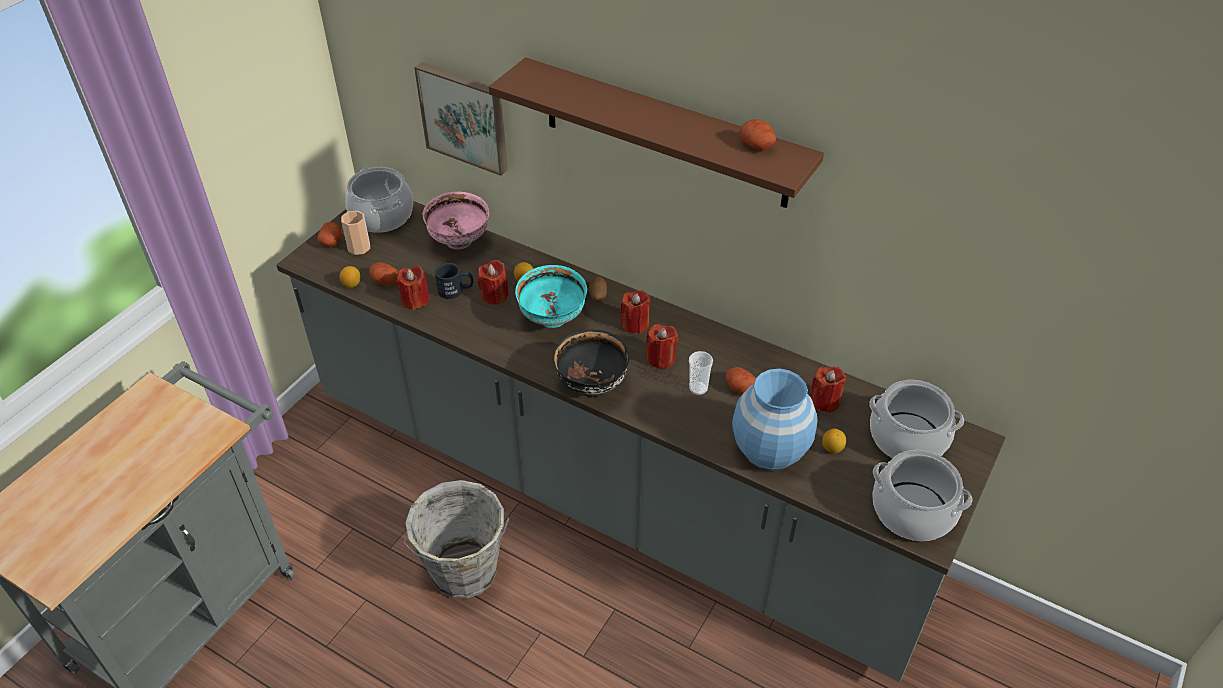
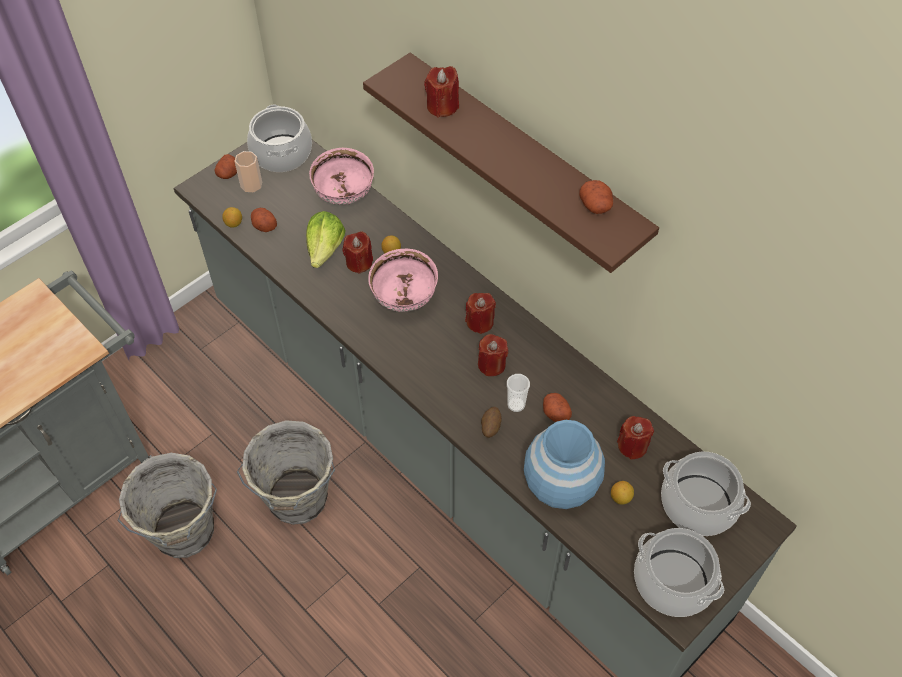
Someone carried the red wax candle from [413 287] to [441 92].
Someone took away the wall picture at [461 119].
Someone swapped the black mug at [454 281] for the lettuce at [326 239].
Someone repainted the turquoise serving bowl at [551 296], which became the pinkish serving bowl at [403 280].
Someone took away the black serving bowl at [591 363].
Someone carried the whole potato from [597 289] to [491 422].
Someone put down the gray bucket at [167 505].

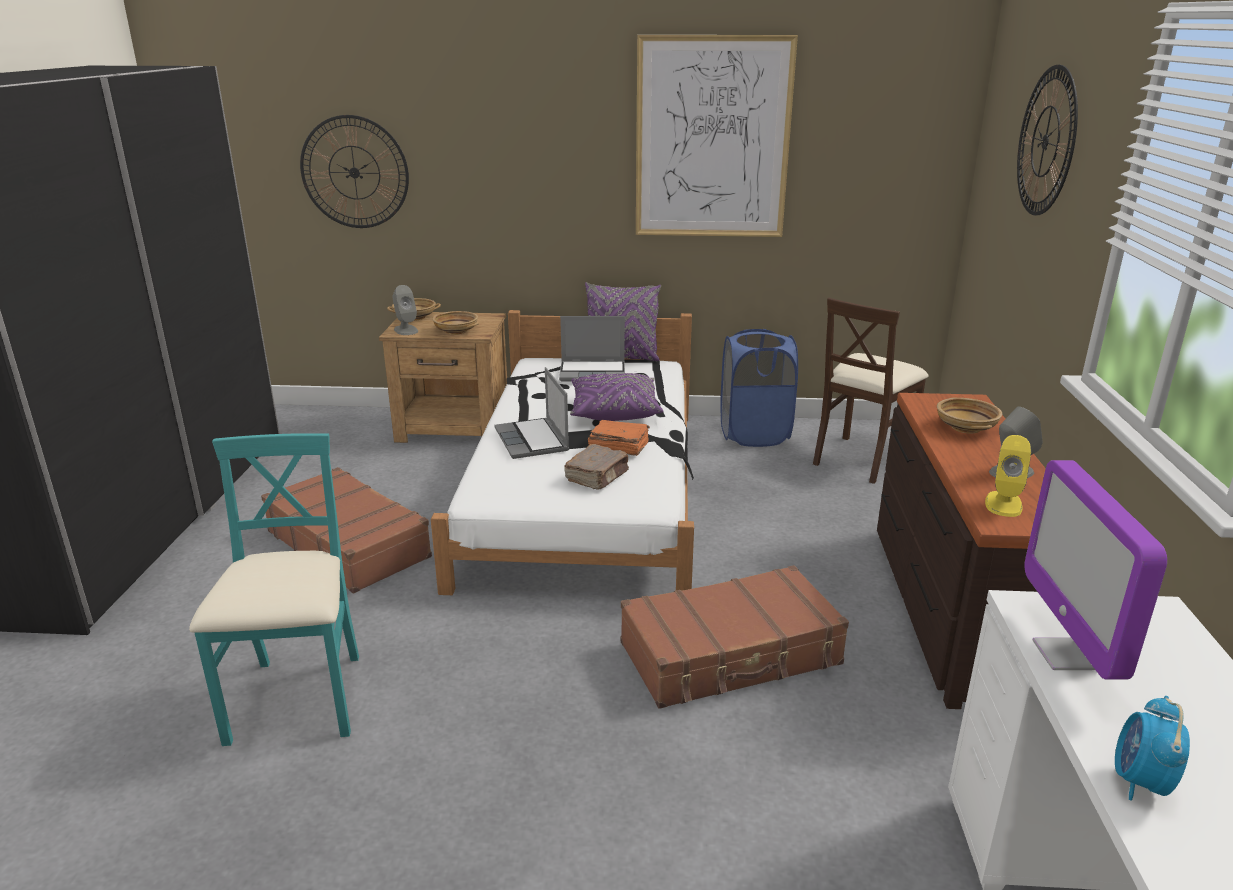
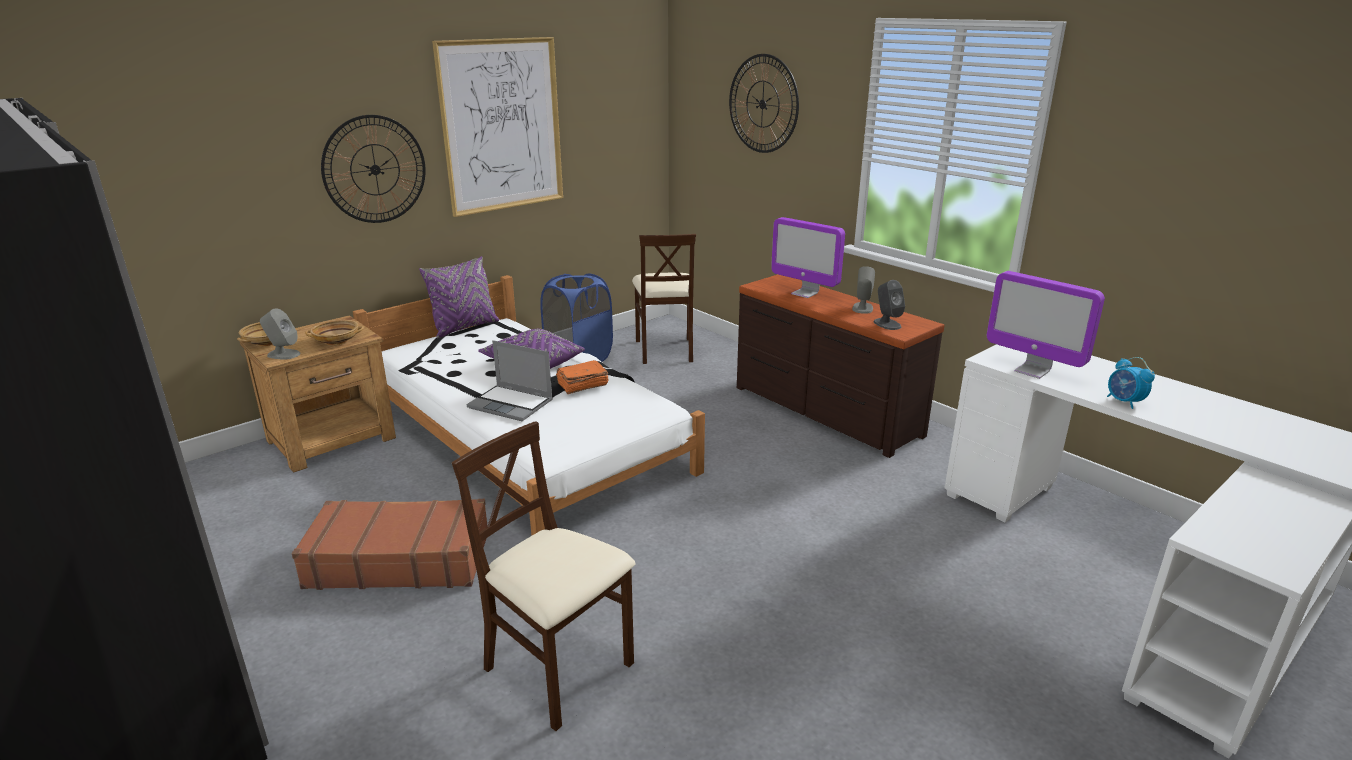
Someone repainted the turquoise chair at [274 589], which became the sand-coloured chair at [544 576].
Someone carried the clock on the wall from [354 171] to [373 169].
Someone took away the laptop at [592 349].
Someone took away the brown volume at [596 466].
Someone took away the brown travel case at [734 637].
Someone swapped the sand-coloured serving bowl at [969 415] for the computer display at [808 257].
Someone repainted the yellow loudspeaker at [1008 476], which became the gray loudspeaker at [889 305].

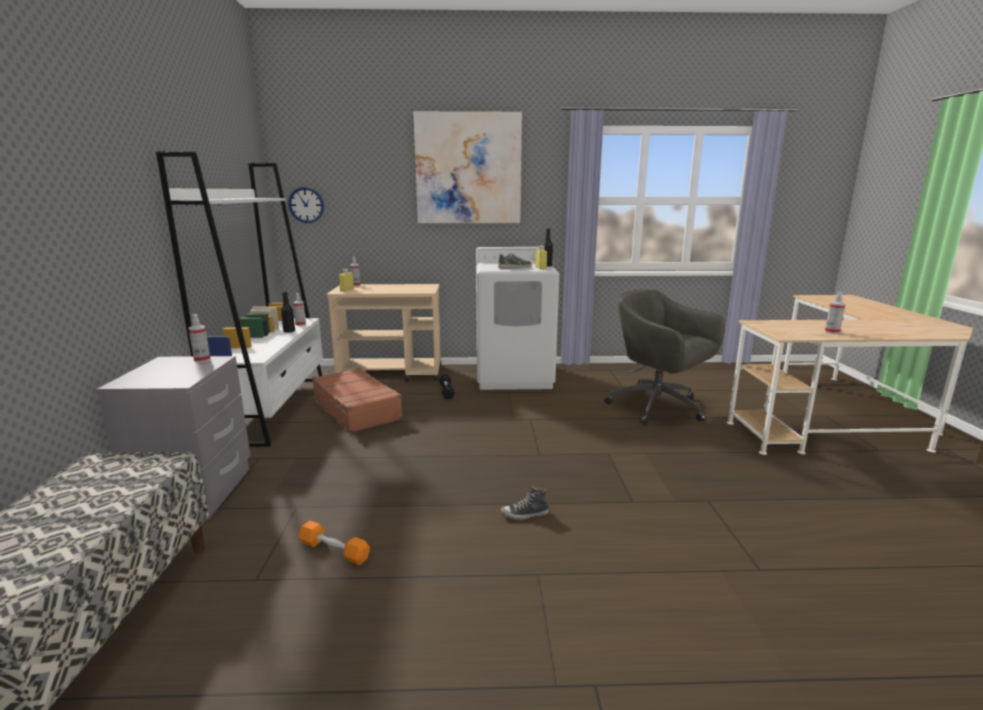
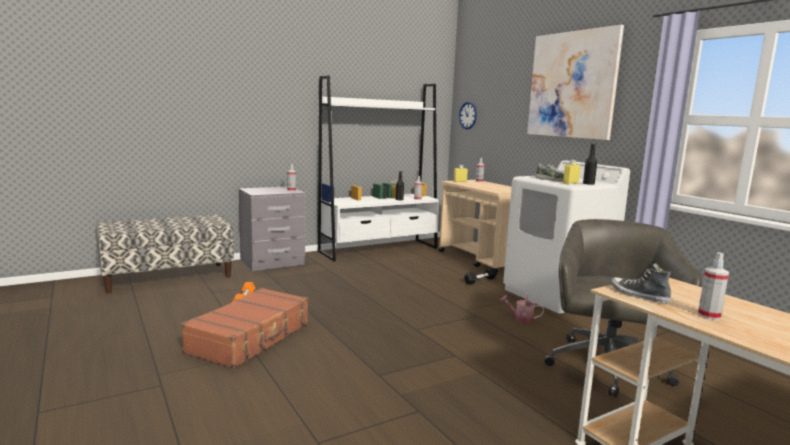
Someone carried the brown travel case from [357 400] to [244 328].
Someone carried the shoe from [525 503] to [640 283].
Someone put down the sprinkling can at [522 307].

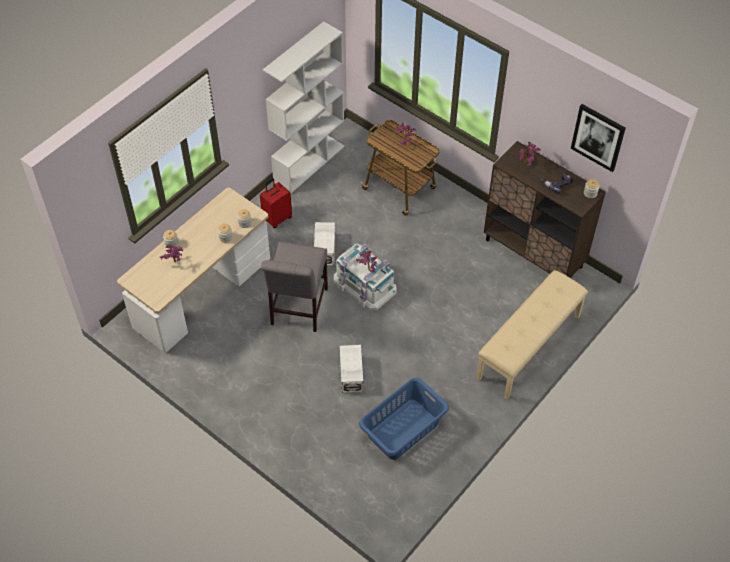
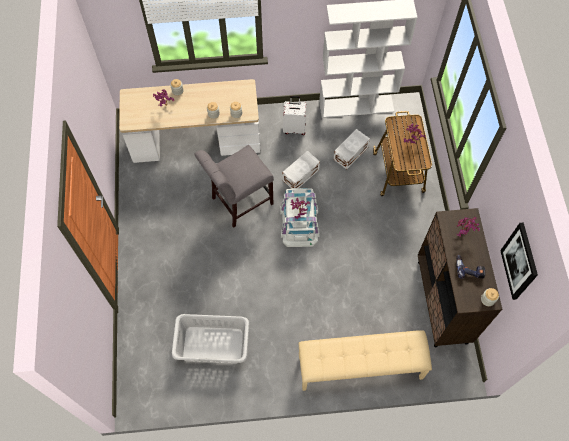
Someone repainted the red travel case at [276 203], which became the white-coloured travel case at [294 115].
Someone carried the white-coloured storage container from [351 369] to [352 149].
Someone repainted the bluish hamper at [404 418], which became the gray hamper at [210 339].

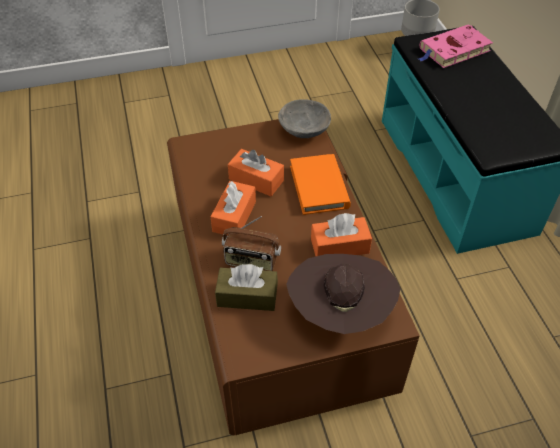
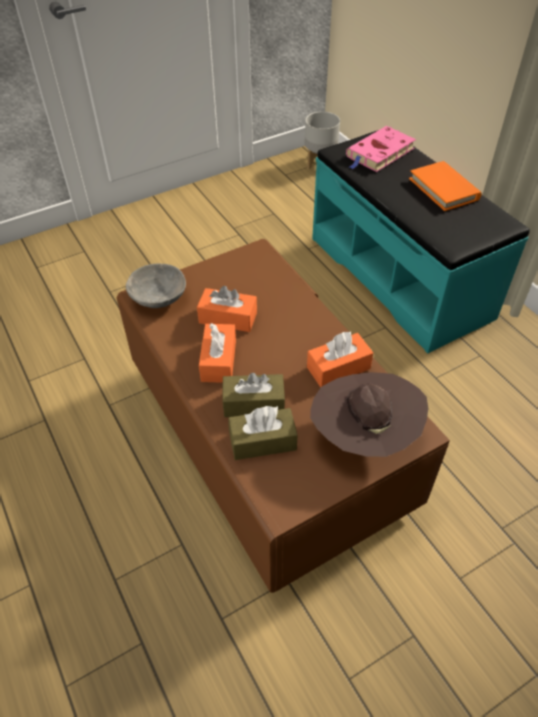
Someone swapped the radio at [251 243] for the brown box of tissues at [253 395].
Someone carried the gray serving bowl from [304 118] to [156 285].
Someone carried the orange volume from [320 184] to [445 186].

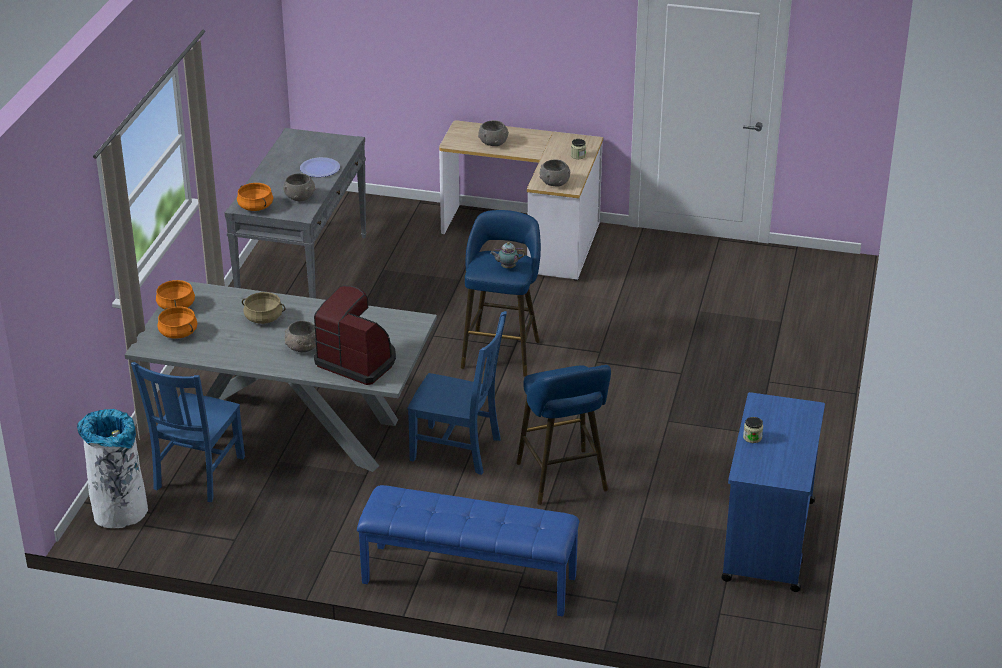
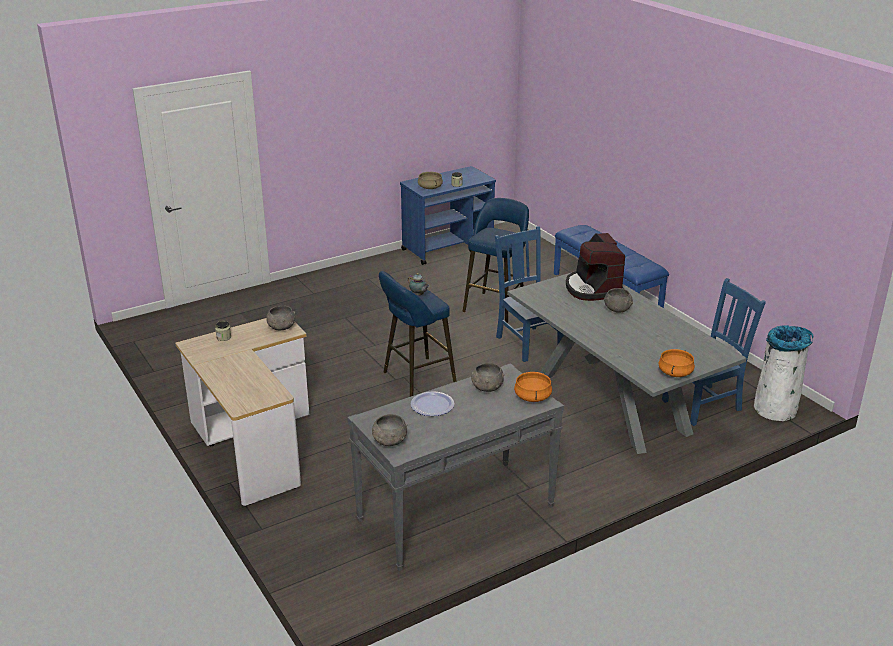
Someone took away the orange stockpot at [177 323].
Someone carried the sand-coloured stockpot from [264 308] to [430 180].
Someone carried the gray serving bowl from [493 133] to [390 430].

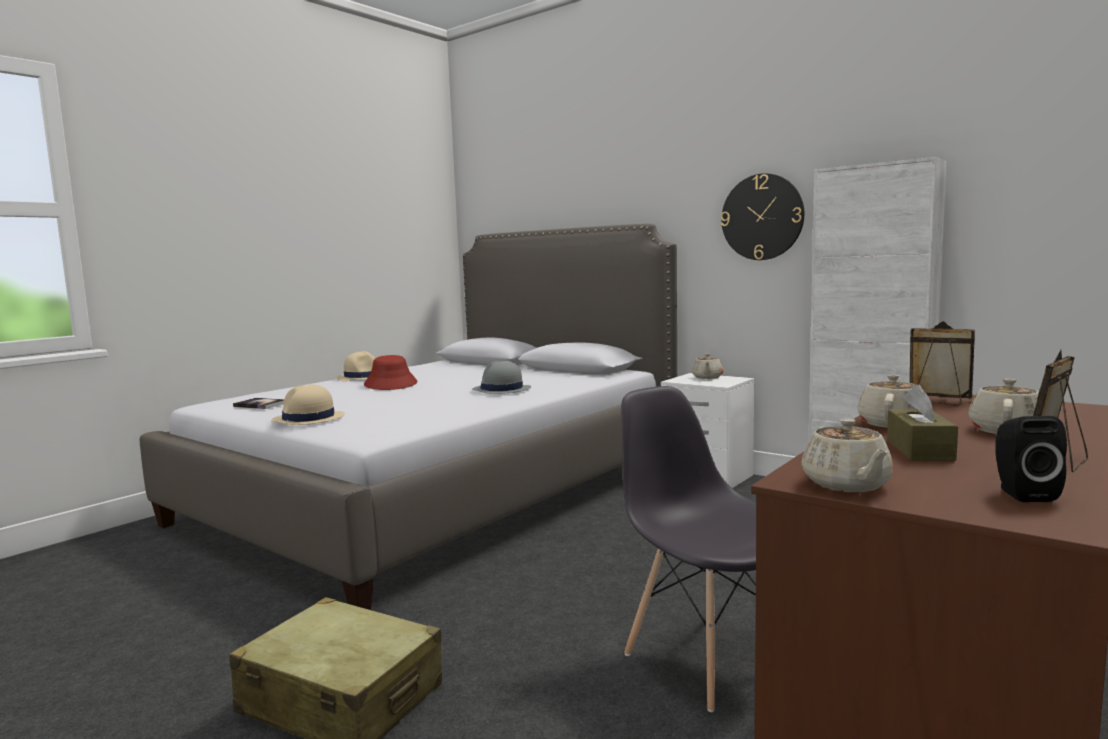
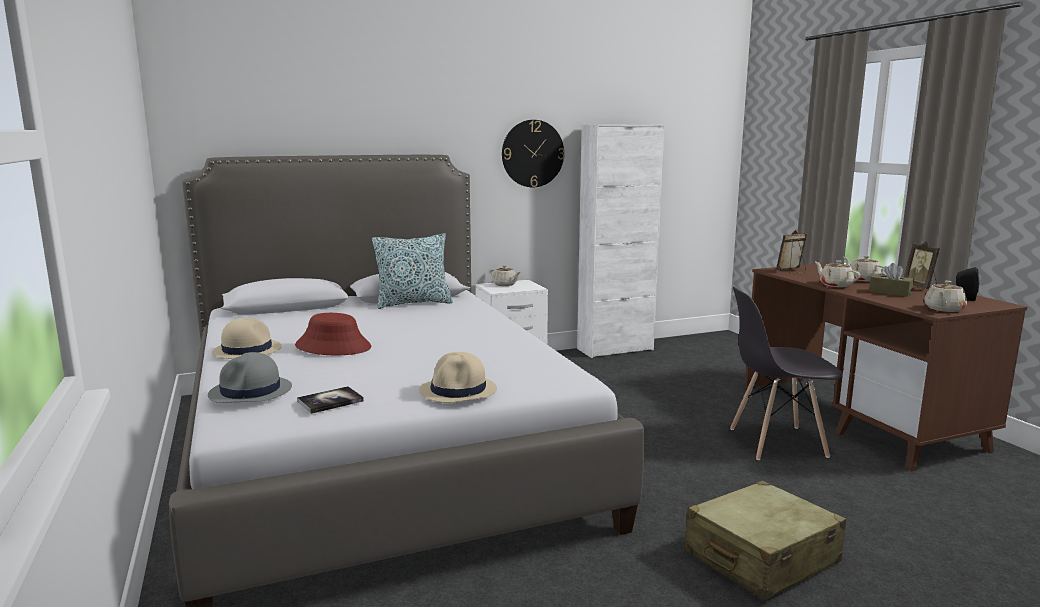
Someone carried the gray clothing hat from [501 377] to [250 377].
Someone rotated the sand-coloured pot for tea at [847 455] by 105 degrees clockwise.
Someone put down the cushion at [412 271].

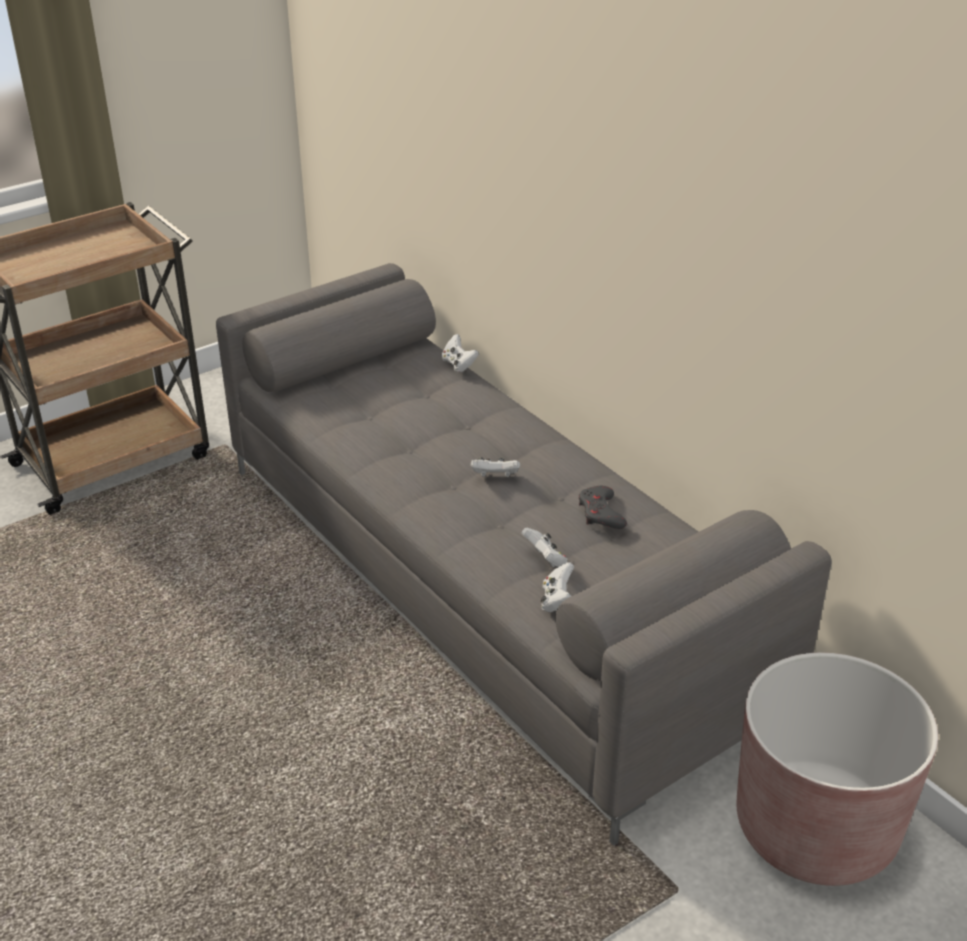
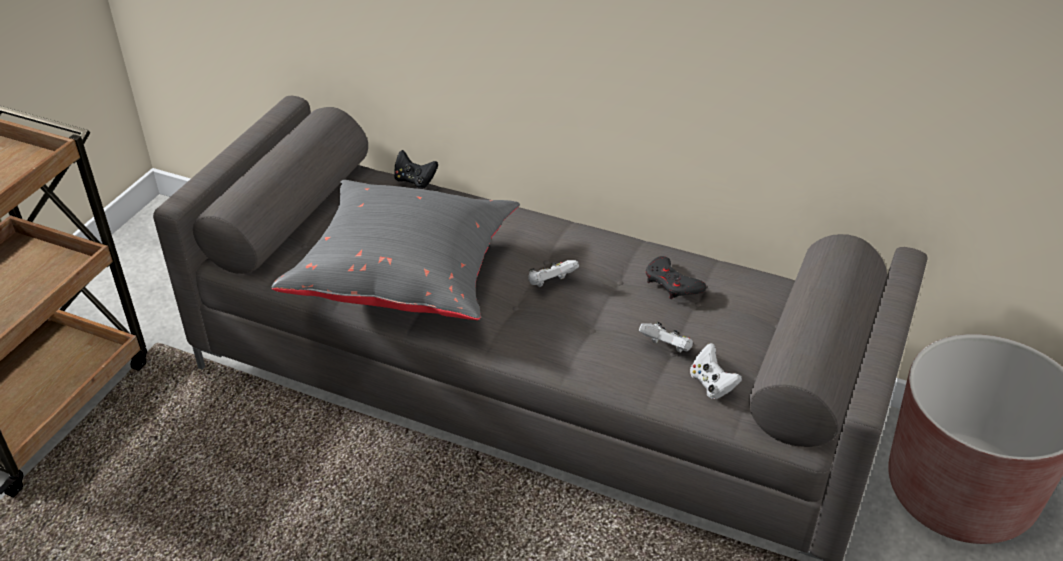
Someone repainted the white-coloured game controller at [460 353], which became the black game controller at [416 169].
Someone put down the gray cushion at [395 250].

